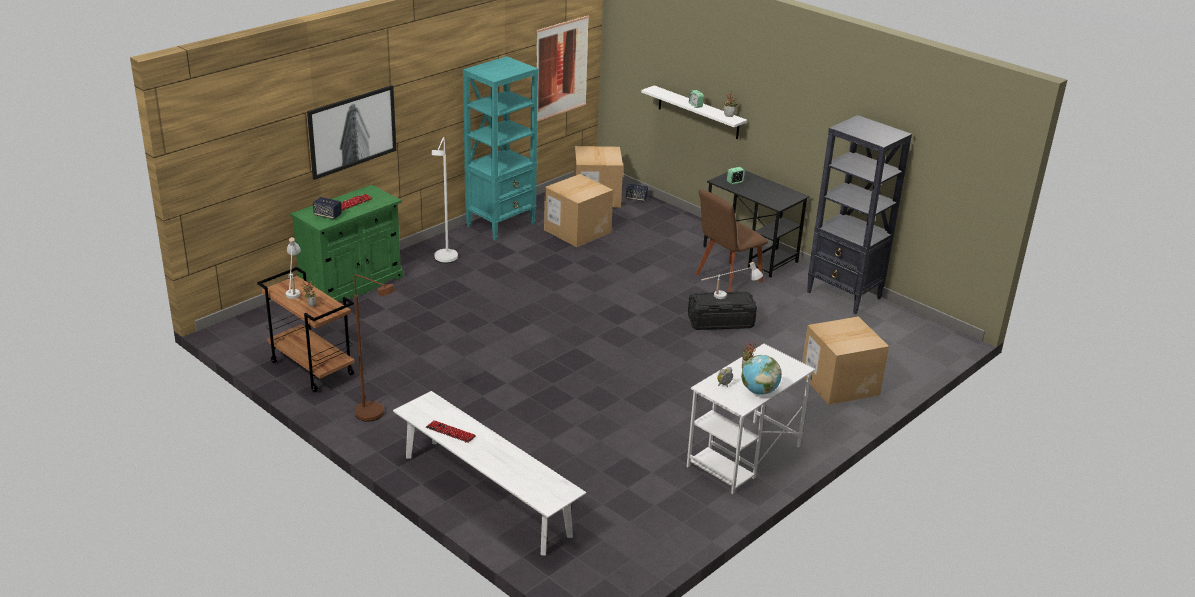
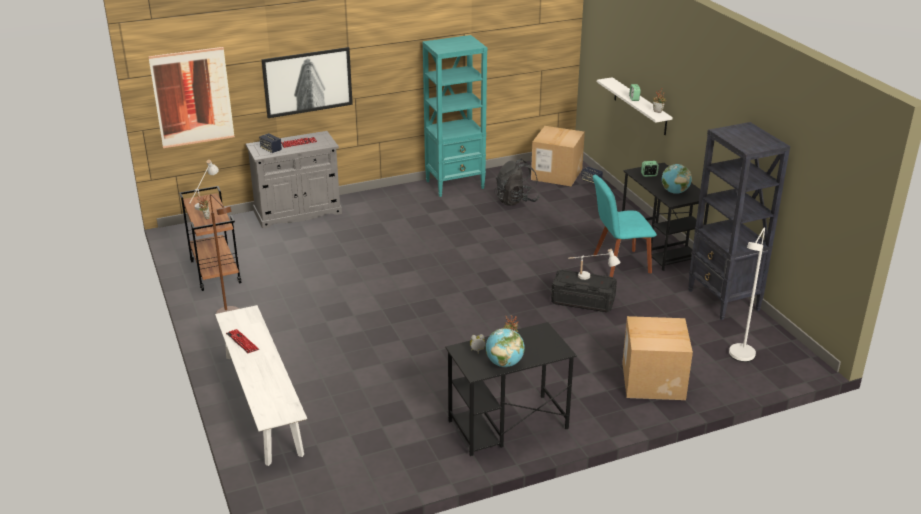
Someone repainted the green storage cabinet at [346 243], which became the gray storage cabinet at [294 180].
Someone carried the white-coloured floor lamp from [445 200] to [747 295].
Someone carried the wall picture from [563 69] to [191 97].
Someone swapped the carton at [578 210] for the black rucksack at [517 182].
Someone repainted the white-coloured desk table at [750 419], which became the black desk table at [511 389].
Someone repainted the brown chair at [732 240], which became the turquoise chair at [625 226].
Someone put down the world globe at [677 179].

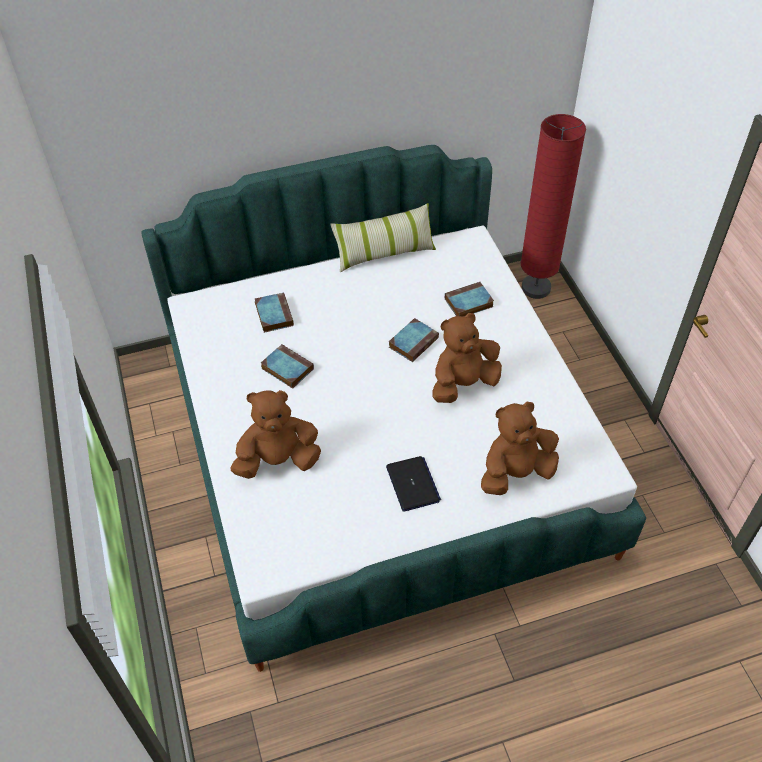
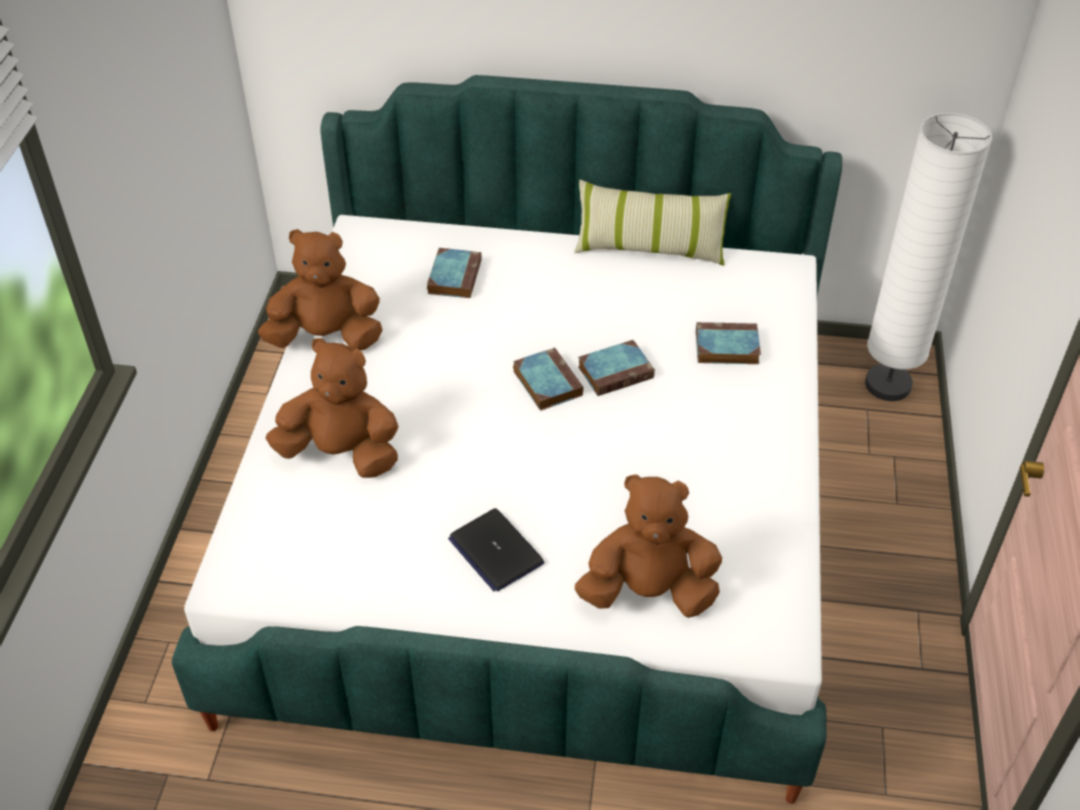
Someone carried the volume from [287 366] to [548 379].
Someone rotated the laptop at [413 484] by 135 degrees clockwise.
Someone carried the brown cuddly toy from [467 358] to [320 290].
Someone repainted the red floor lamp at [553 206], which became the white-coloured floor lamp at [928 257].

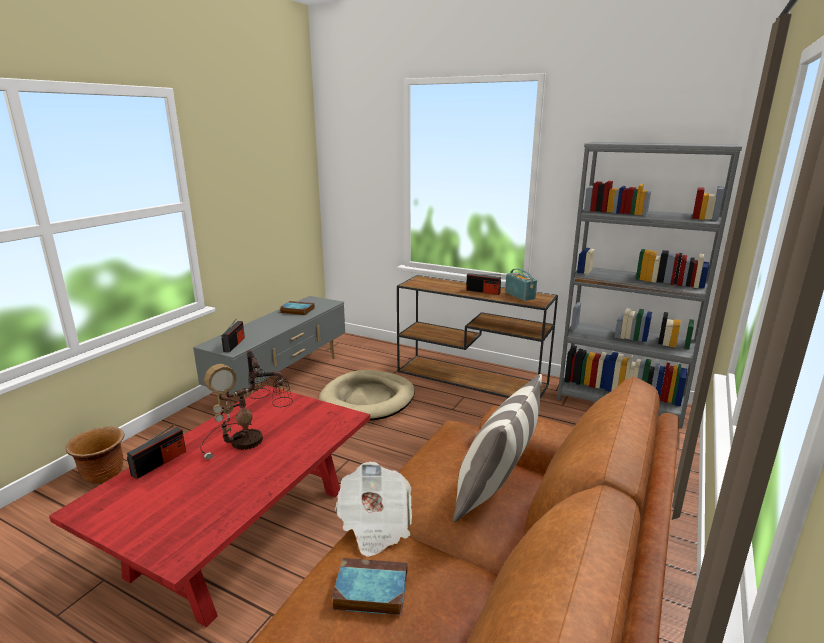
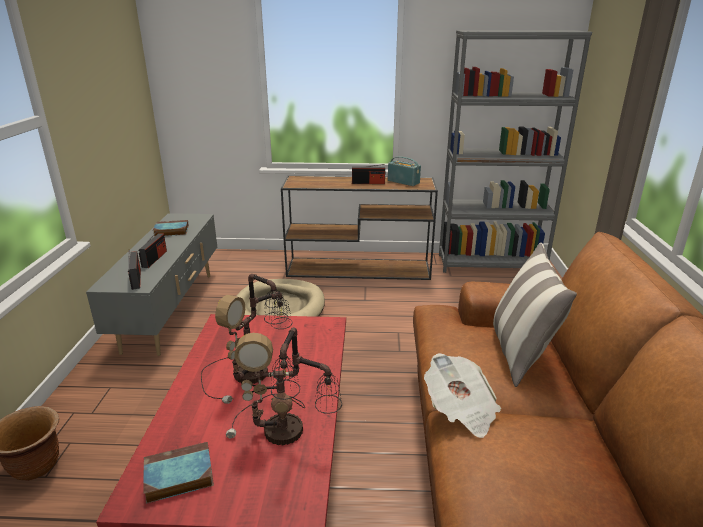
Someone carried the radio from [156 451] to [152 249].
Someone carried the volume from [369 587] to [178 473].
Someone put down the table lamp at [284 386].

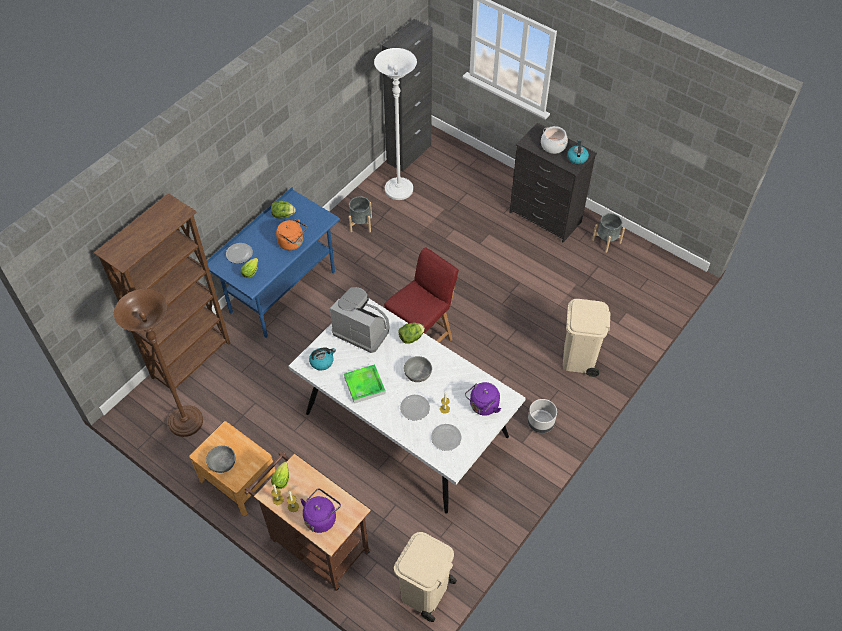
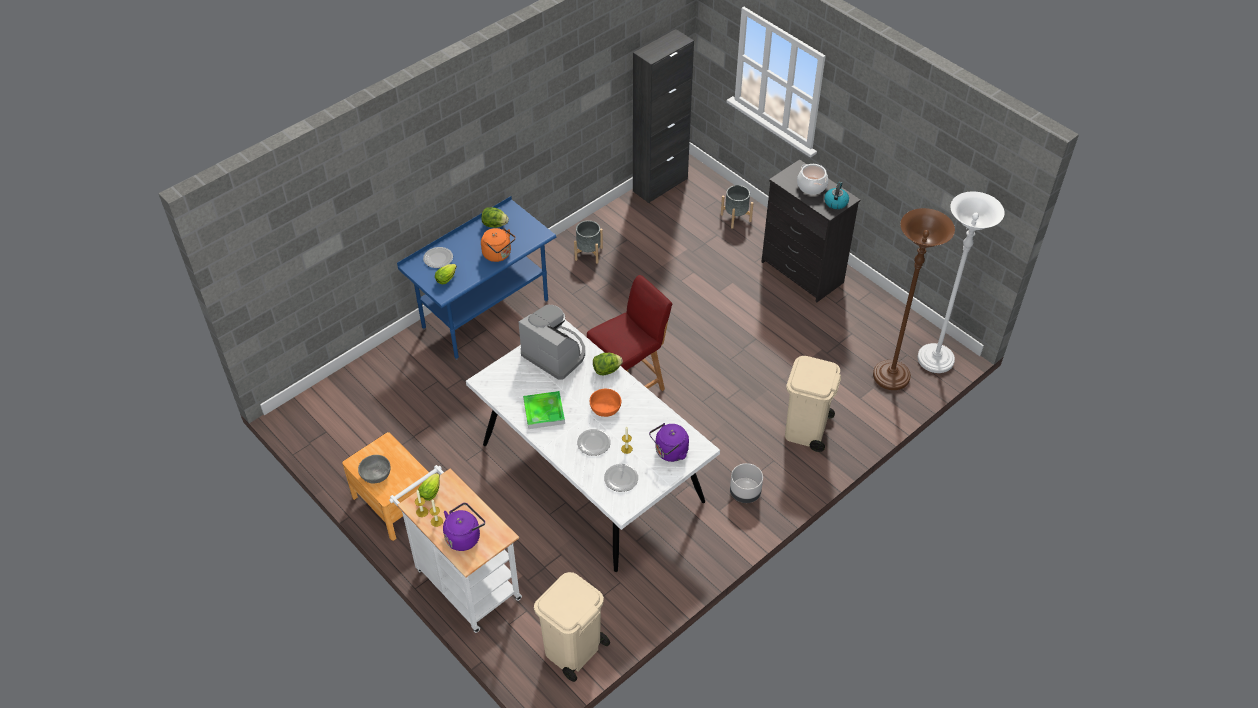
Someone took away the brown bookcase at [162 292].
Someone carried the brown floor lamp from [158 363] to [914 299].
Someone repainted the brown cart at [308 521], which became the white-coloured cart at [455 549].
Someone took away the water kettle at [322 358].
Someone carried the white-coloured floor lamp from [395 124] to [961 282].
Someone repainted the gray serving bowl at [418 369], which became the orange serving bowl at [605 403].
Someone carried the gray planter from [608 233] to [737 207].

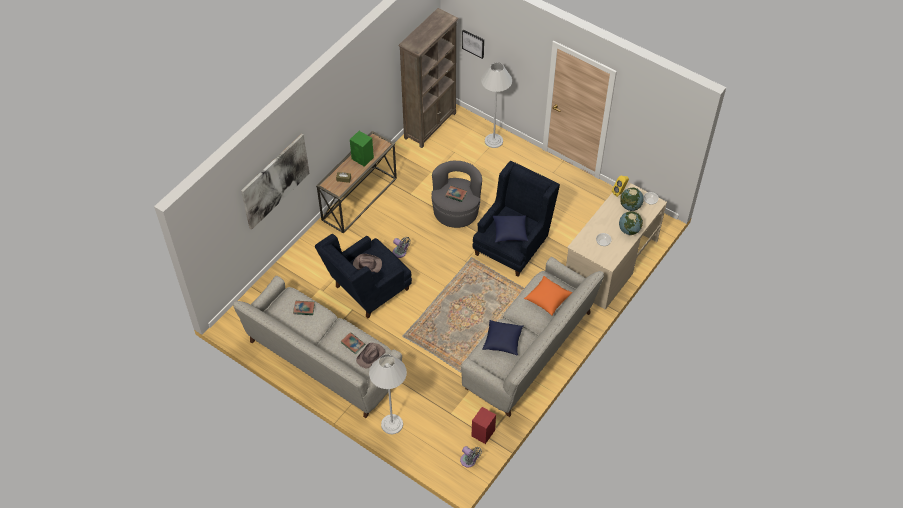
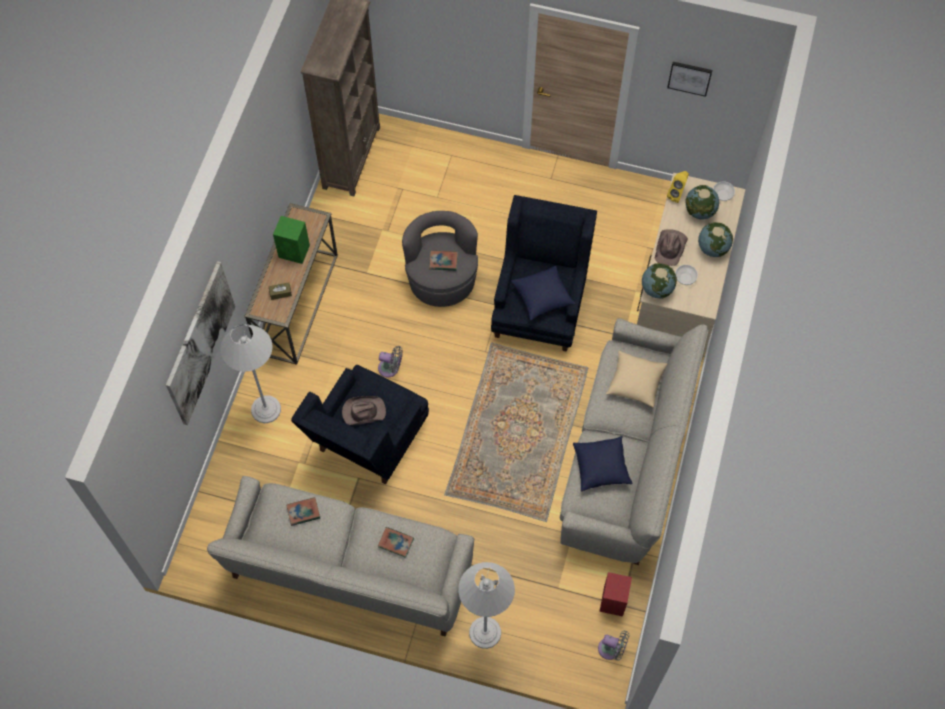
Someone carried the brown clothing hat from [370 356] to [671 247].
Someone carried the wall picture from [473 44] to [689 79].
Someone carried the white-coloured floor lamp from [496 105] to [250 373].
Someone repainted the orange cushion at [548 296], which became the sand-coloured cushion at [636 379].
Someone put down the world globe at [659 280].

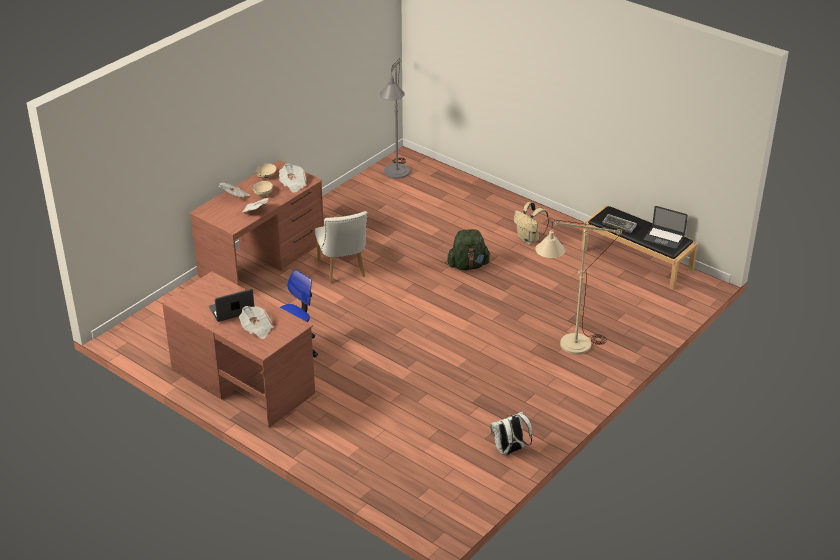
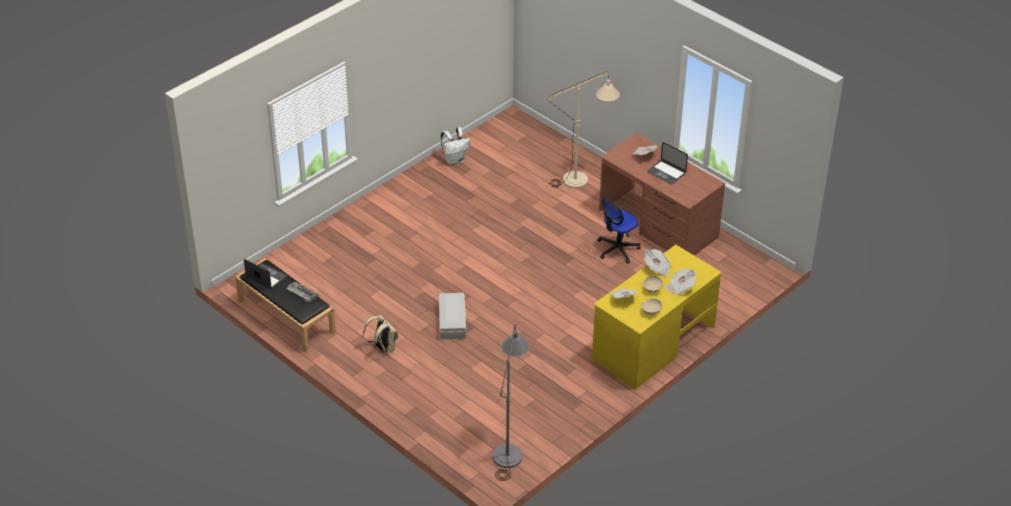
Someone repainted the brown desk table at [256 223], which became the yellow desk table at [657 317].
Someone rotated the laptop at [231 305] by 60 degrees clockwise.
Someone took away the white-coloured chair at [341 247].
Someone swapped the green rucksack at [468 249] for the white-coloured storage container at [452 316].
Someone carried the sand-coloured floor lamp from [578 287] to [583 130].

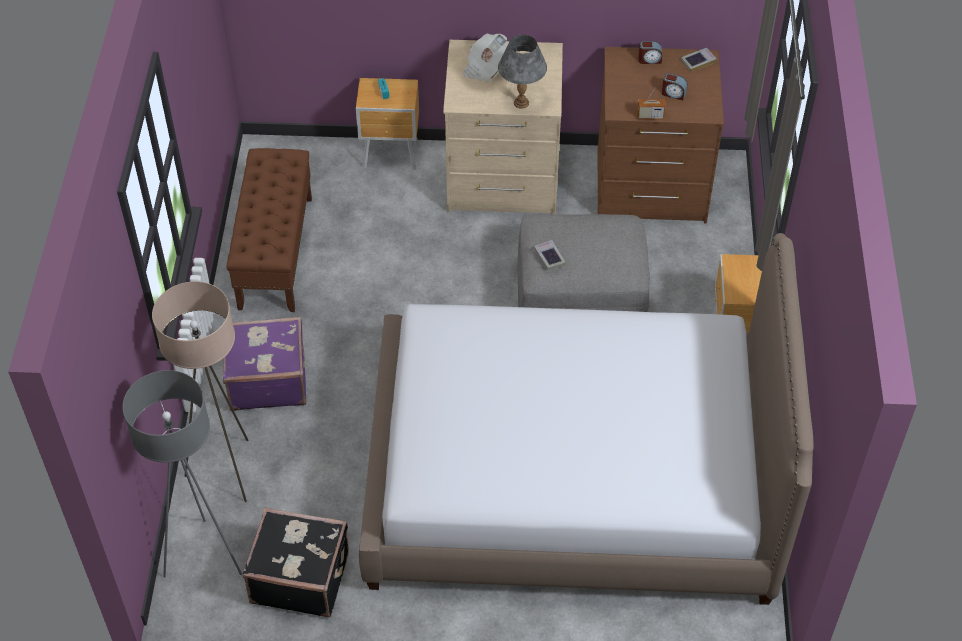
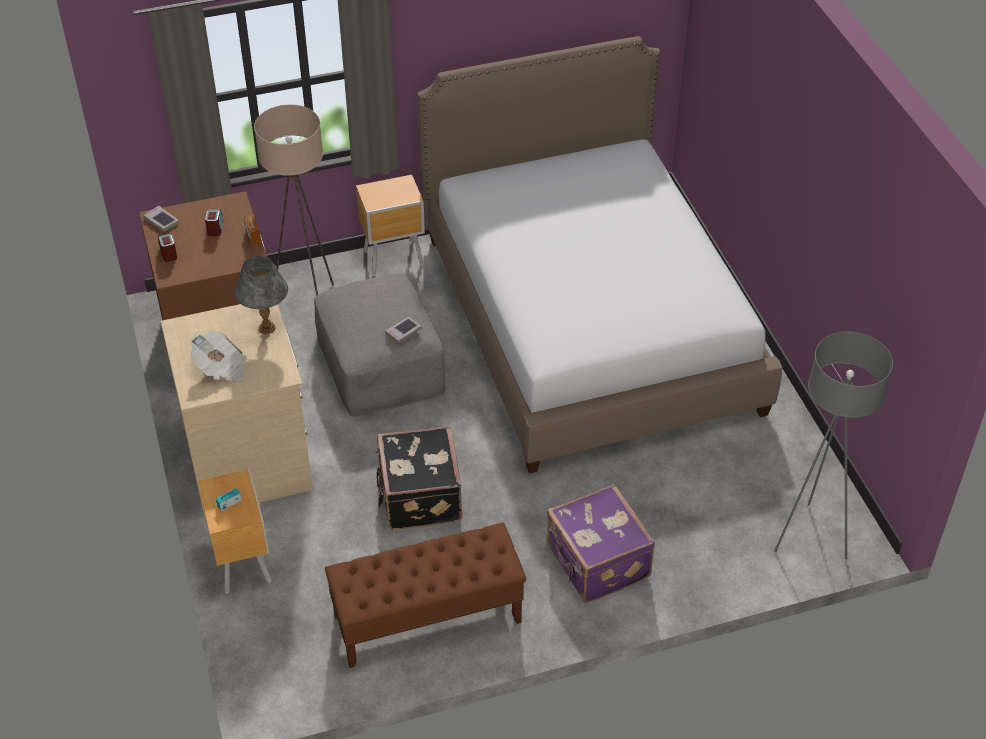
Someone carried the sand-coloured floor lamp from [200 391] to [294 200].
Someone carried the black travel case from [295 562] to [418 478].

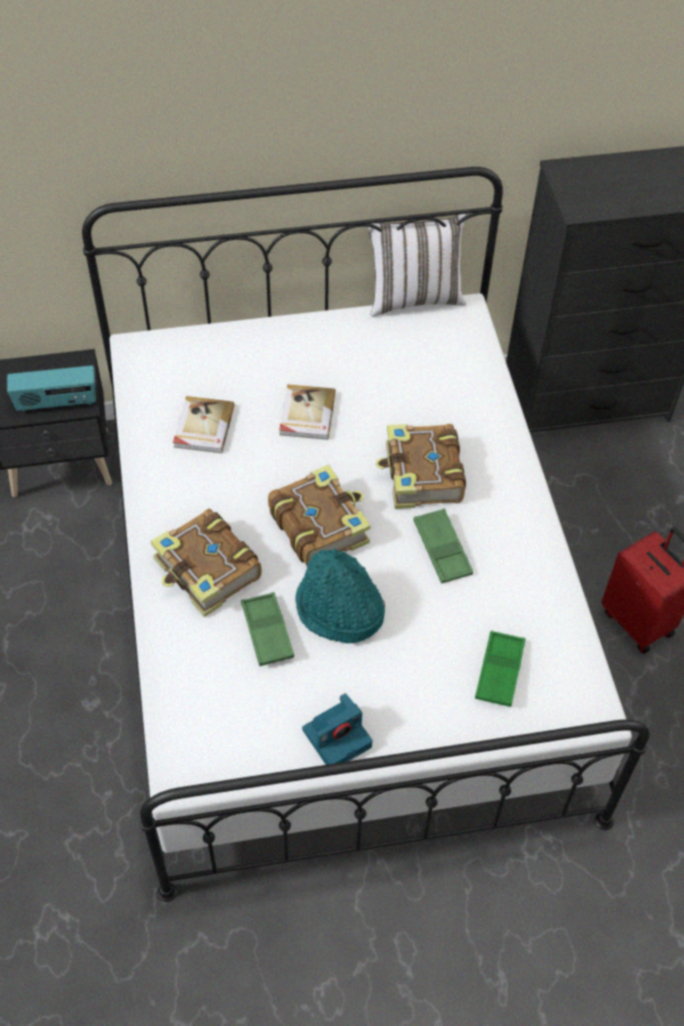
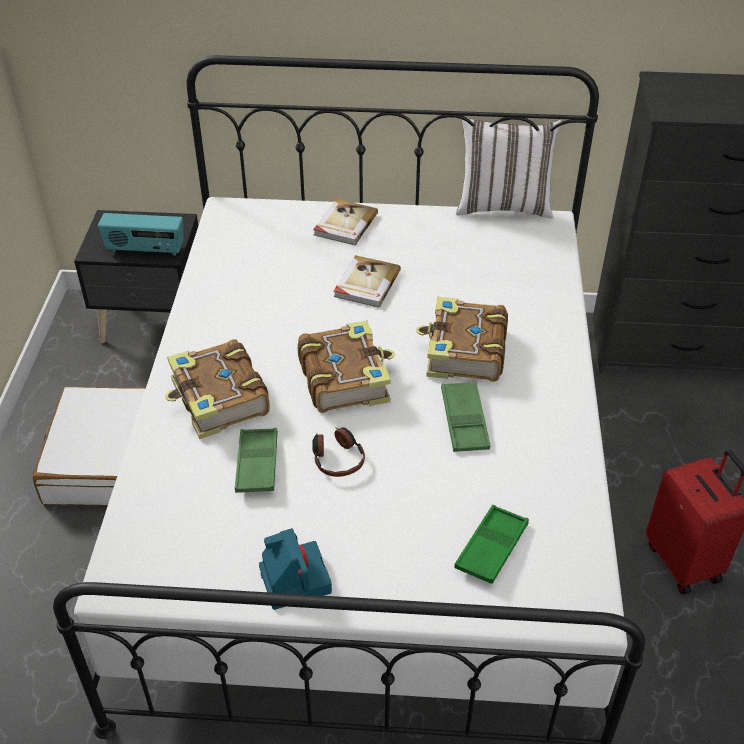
Someone carried the volume from [204 424] to [345 222].
Someone swapped the turquoise clothing hat at [340 596] for the headphones at [338 452].
Someone rotated the photo camera at [337 729] by 90 degrees counterclockwise.
Someone put down the white-coloured travel case at [89 446].

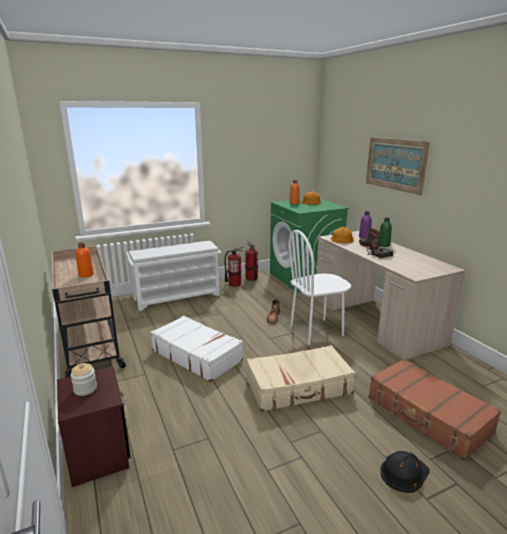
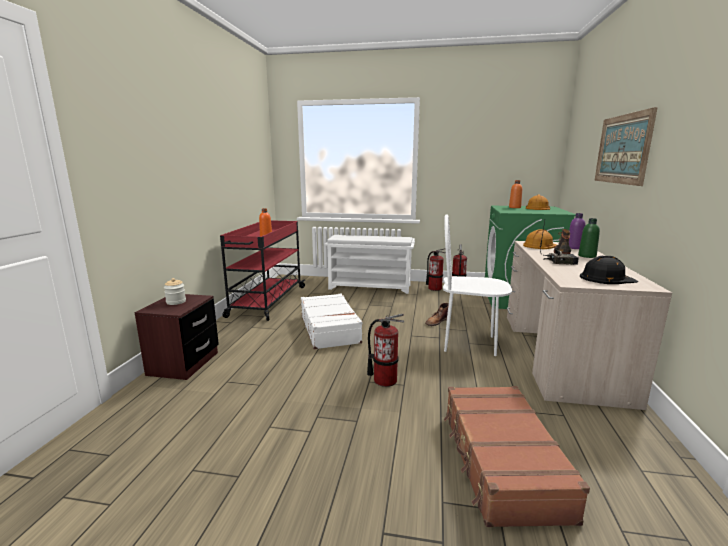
Someone repainted the sand-coloured cart at [89 312], which became the red cart at [262 270].
Someone swapped the sand-coloured travel case at [301 378] for the extinguisher at [385 350].
Someone carried the black hard hat from [405 472] to [609 270].

